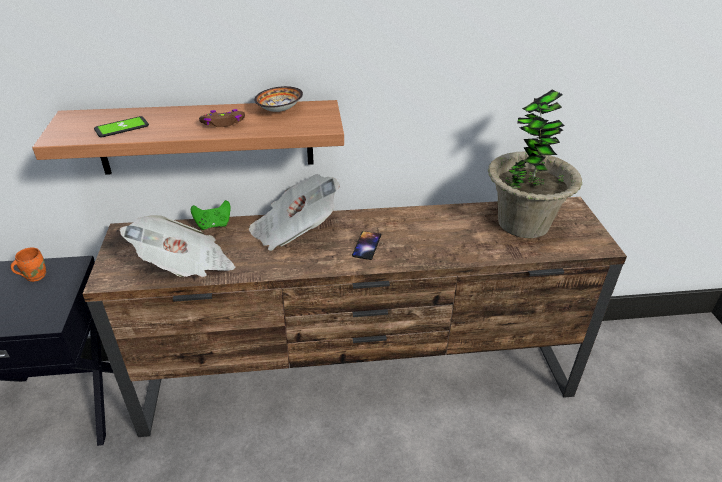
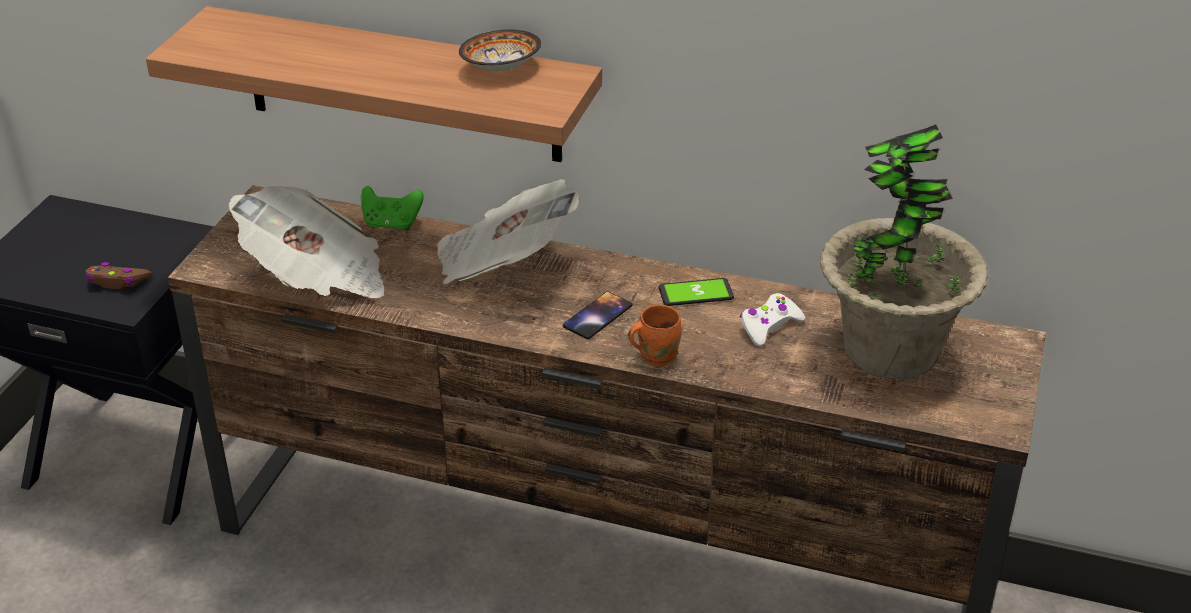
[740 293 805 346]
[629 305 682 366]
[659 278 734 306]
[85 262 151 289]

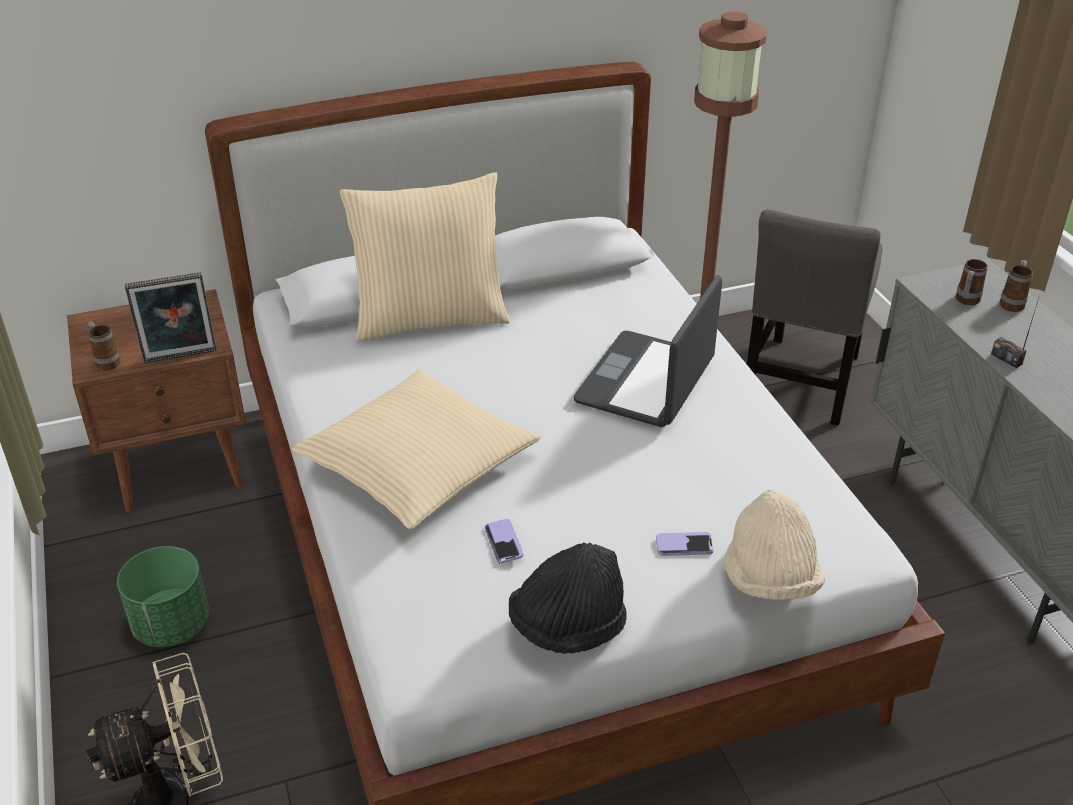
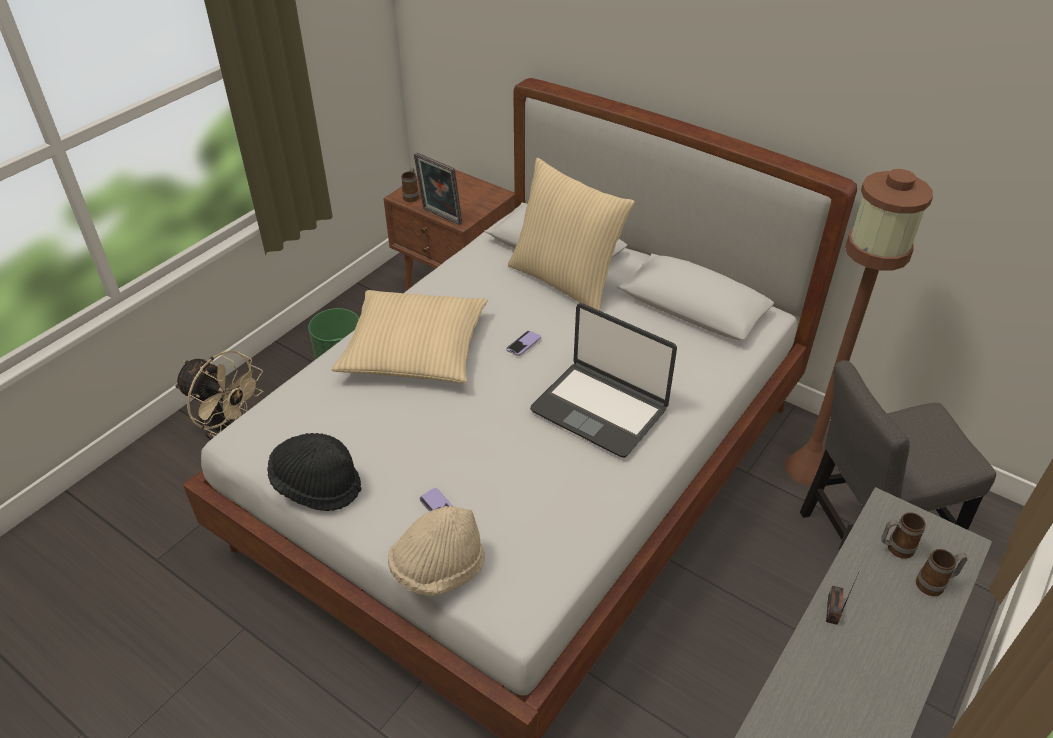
[506 331 541 356]
[530 303 677 458]

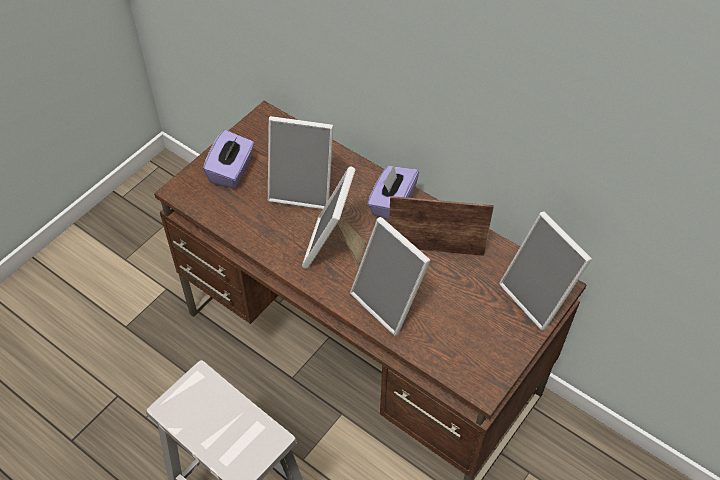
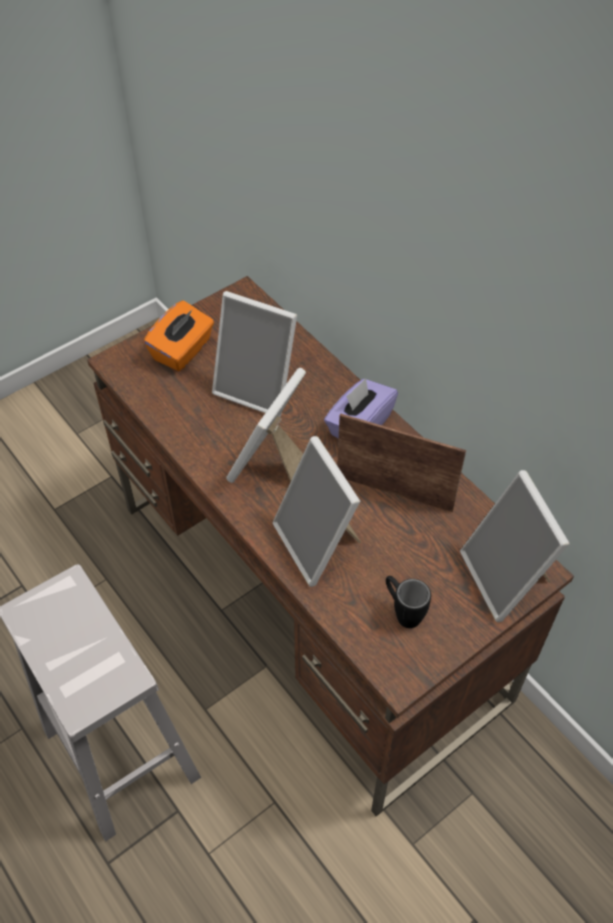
[386 576 431 628]
[144 300 214 371]

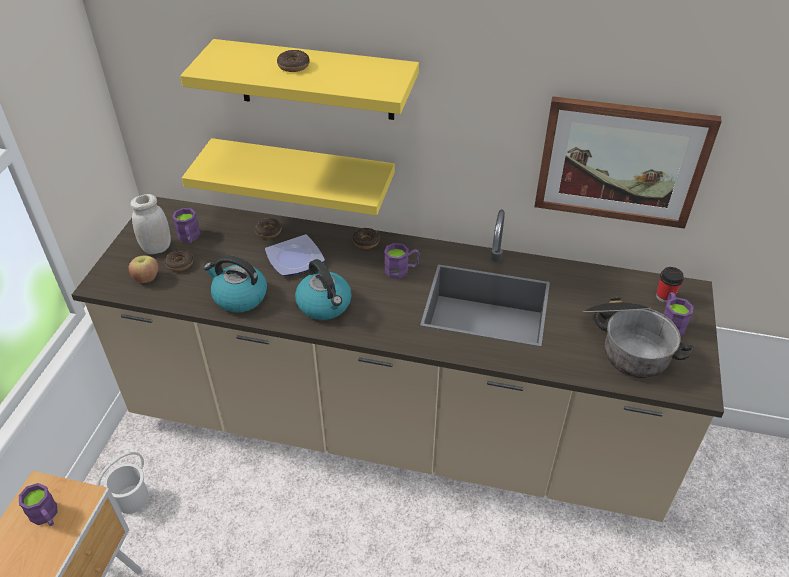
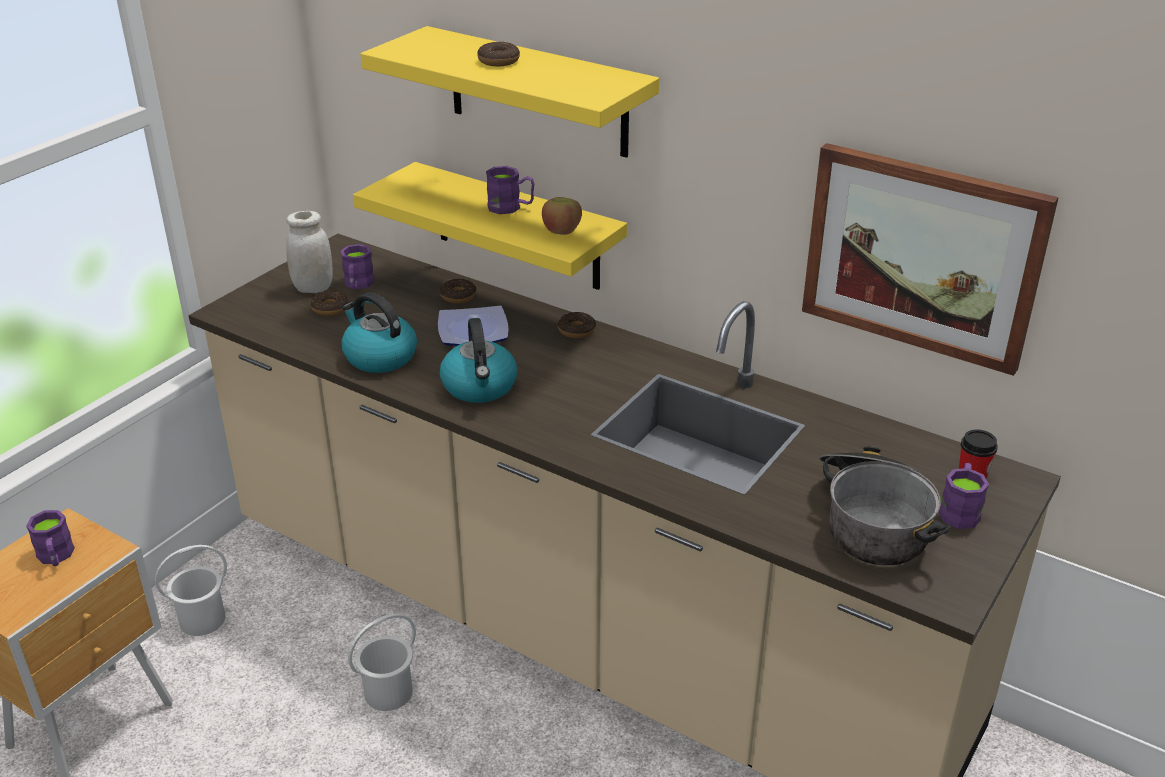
[348 614 416 711]
[542 197 582 235]
[486 166 534 214]

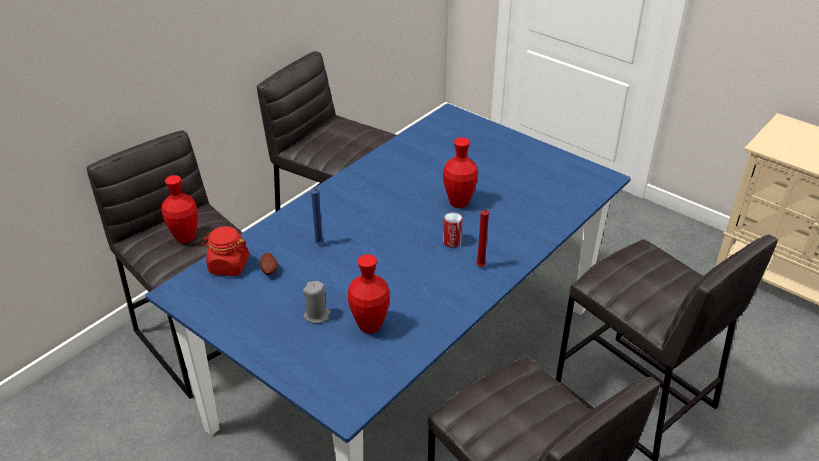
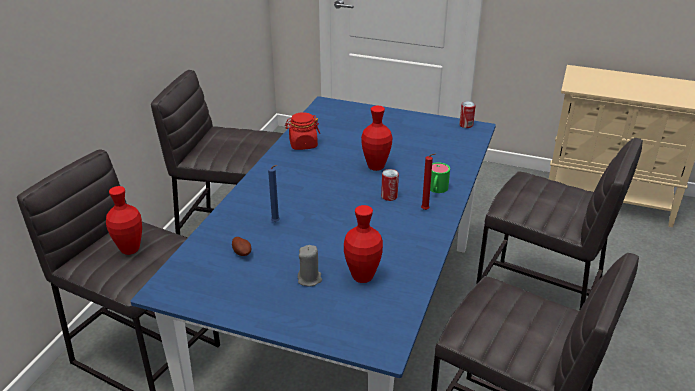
[430 162 450 193]
[459 101 476 128]
[285 112 320 150]

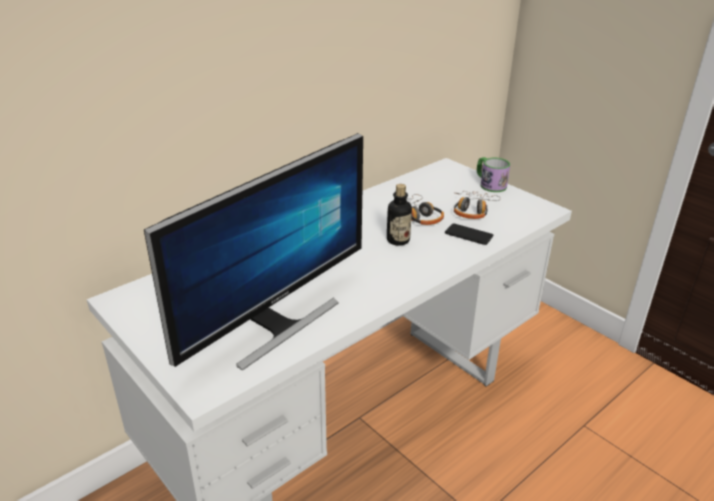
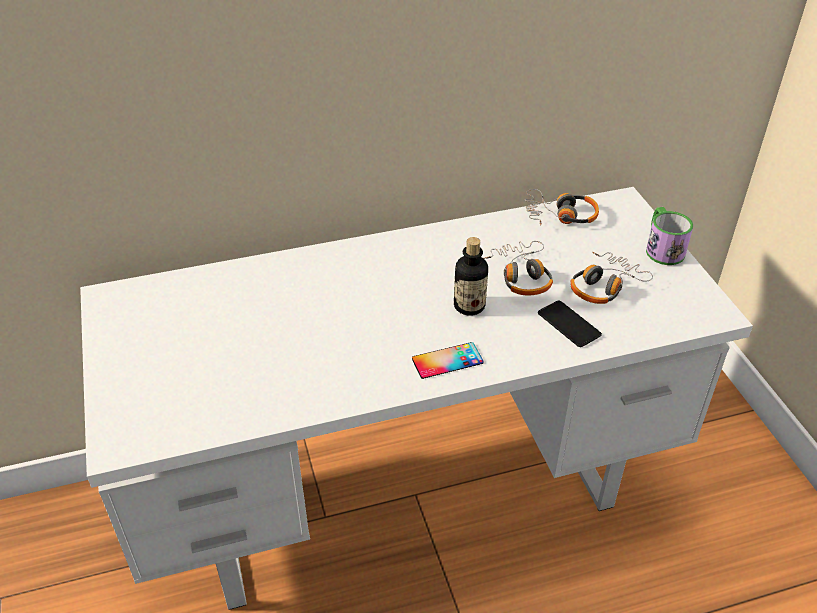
[144 133 363 371] (first image)
[412 342 484 379]
[524 189 599 226]

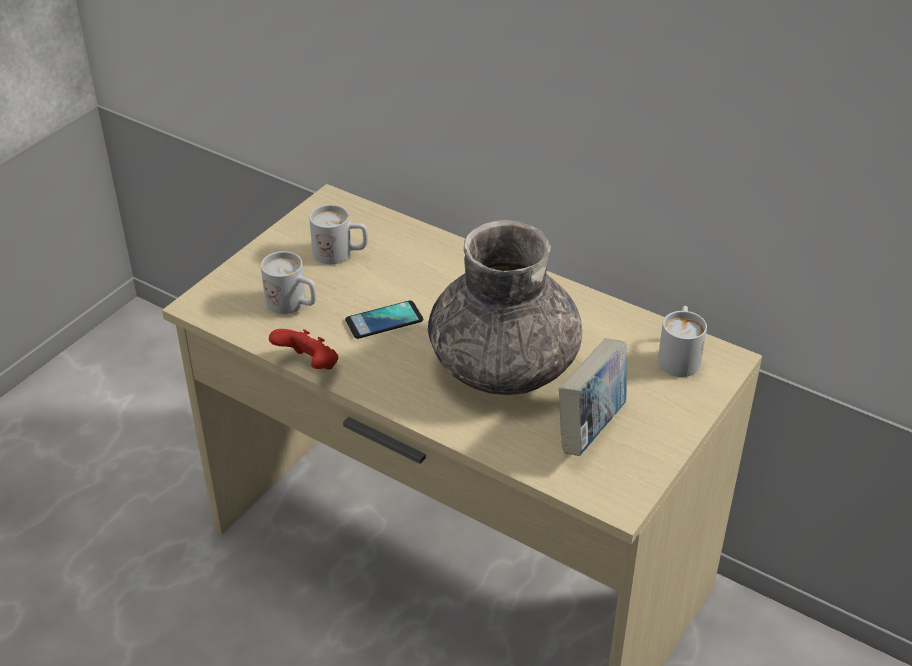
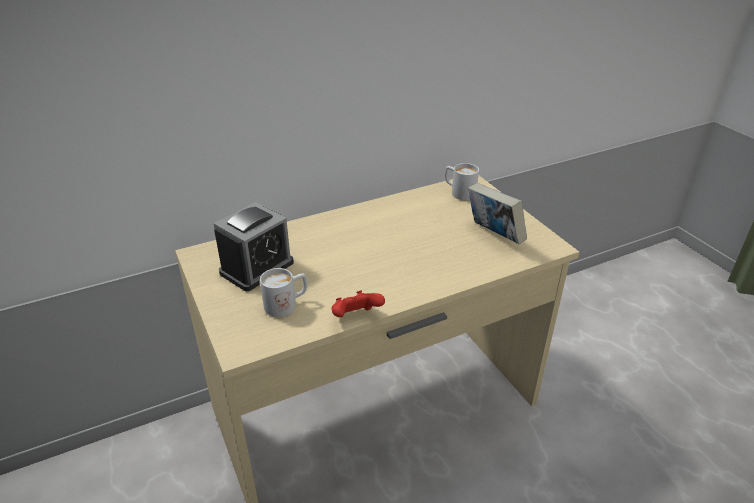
[345 301 423 339] (first image)
[428 220 582 395] (first image)
[214 202 294 291]

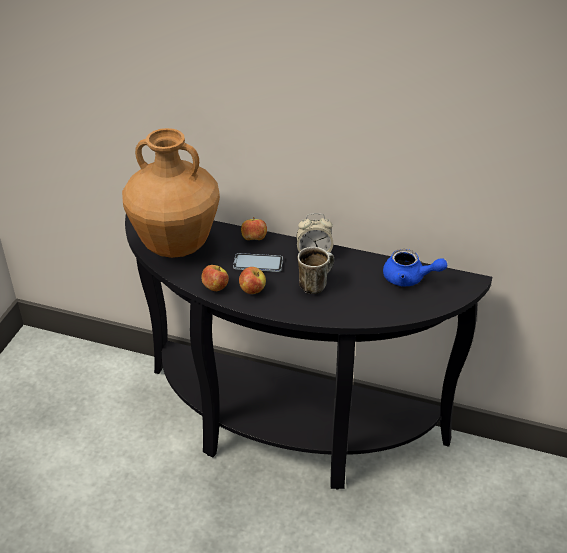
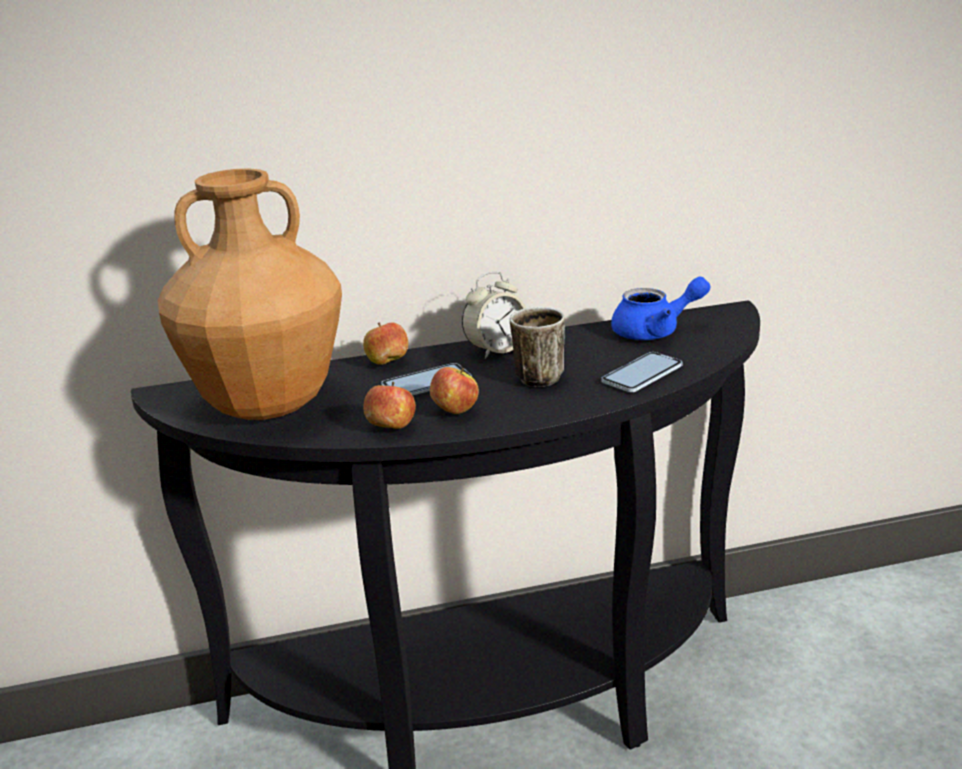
[601 352 683 392]

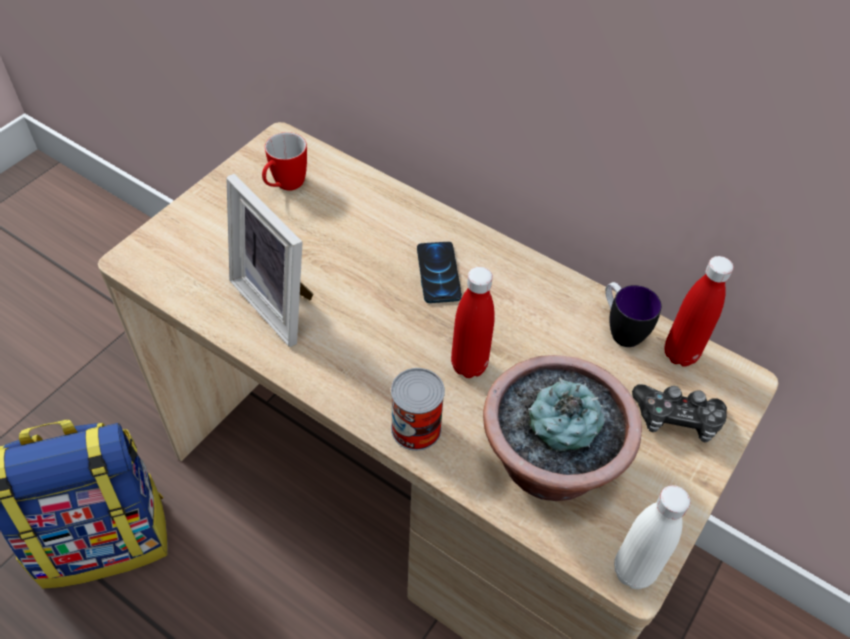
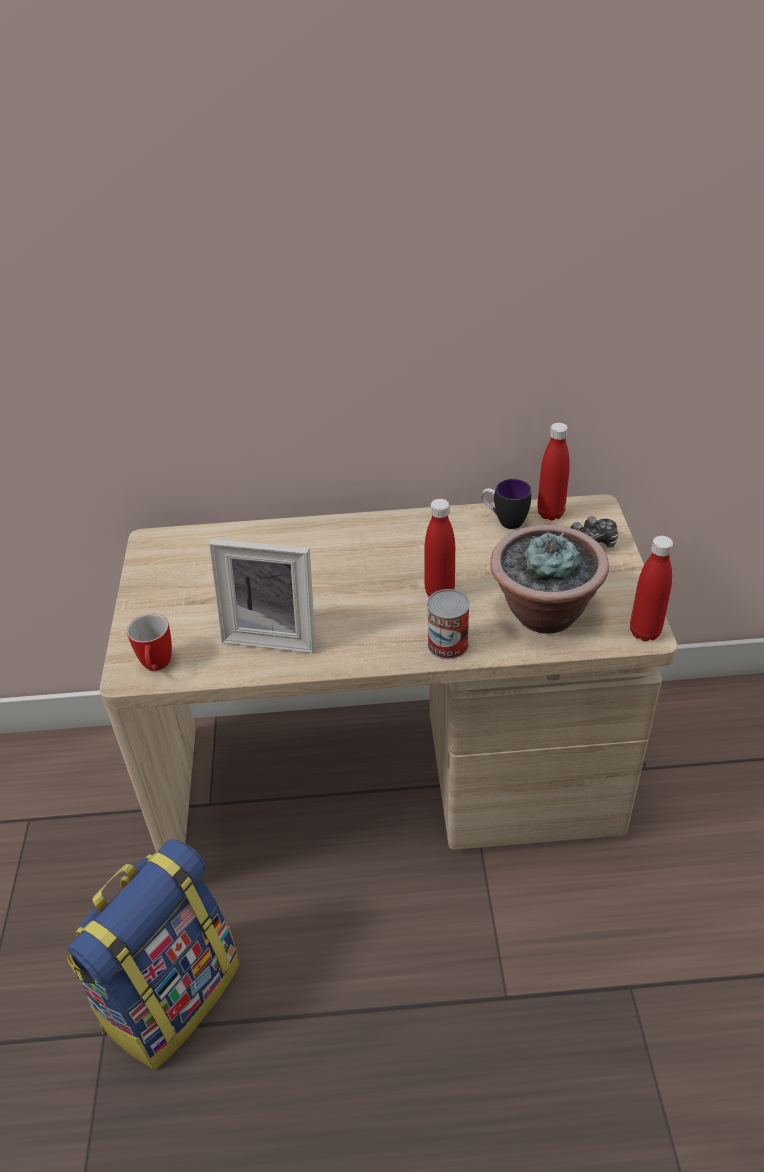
[417 242 462 303] (first image)
[127 613 172 671]
[630 536 673 641]

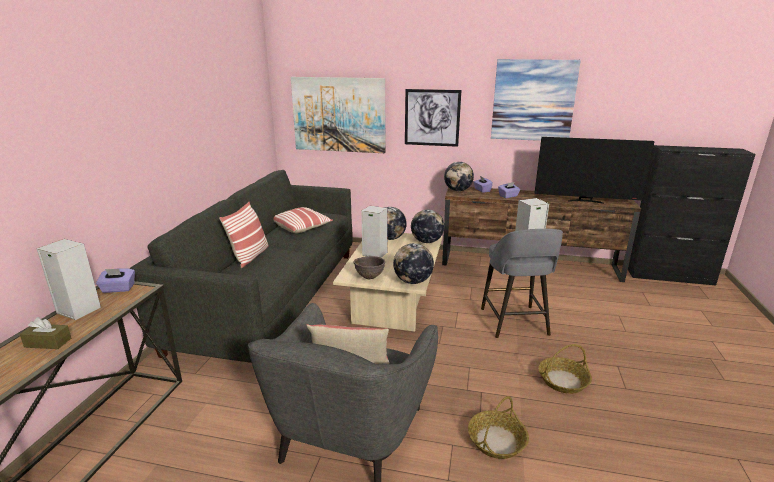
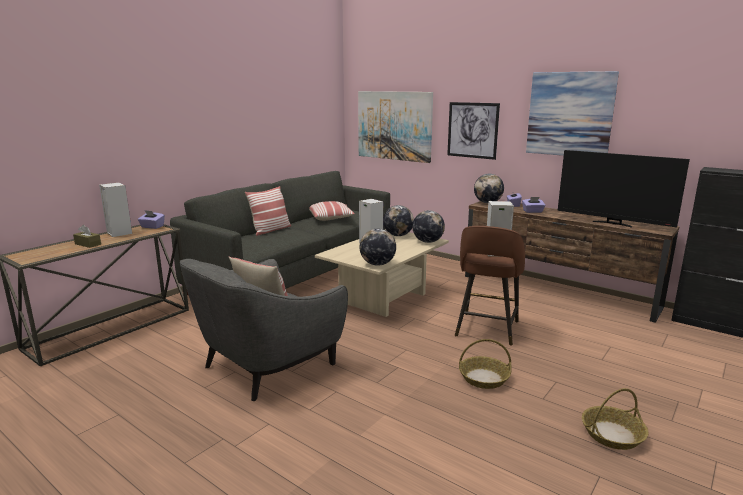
[353 256 385 279] (first image)
[582 388 649 450]
[455 226 525 346]

